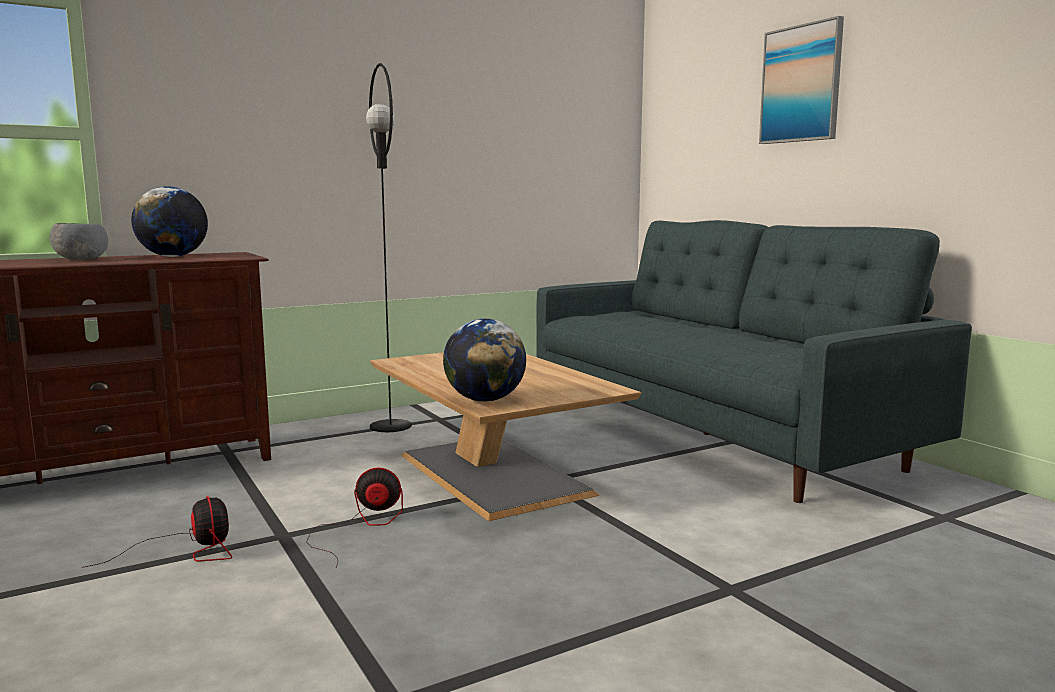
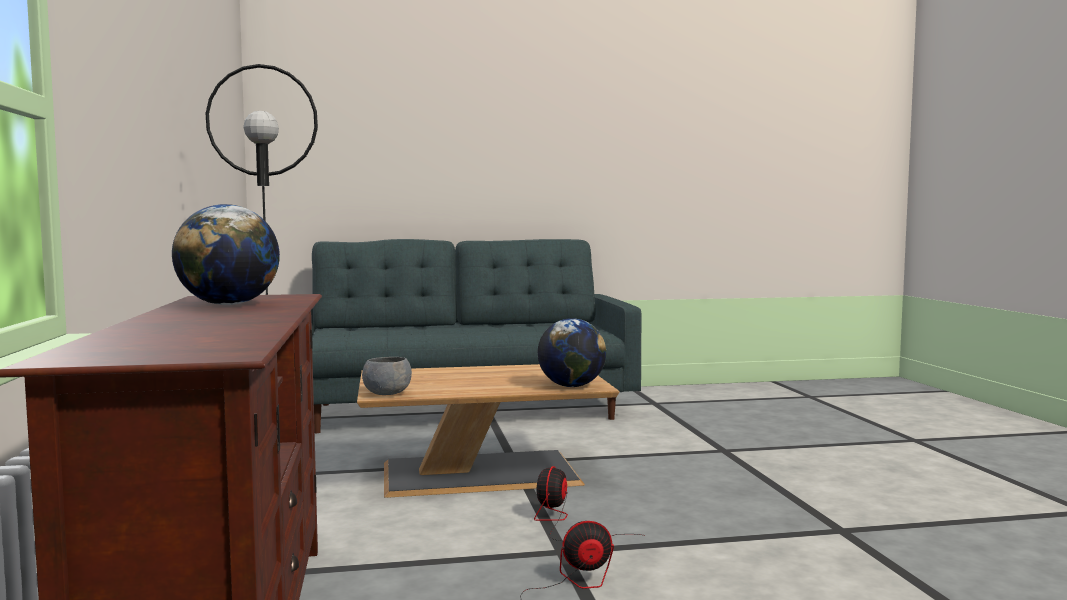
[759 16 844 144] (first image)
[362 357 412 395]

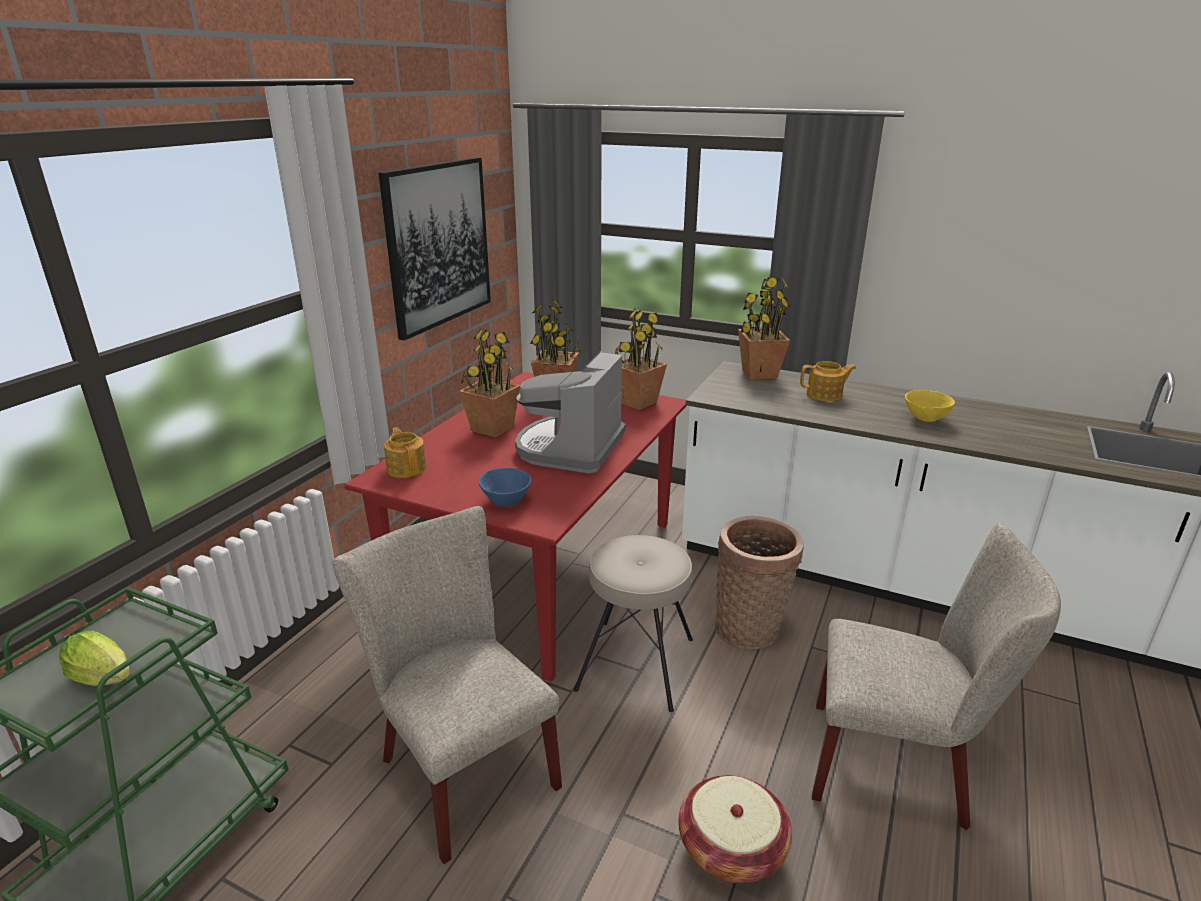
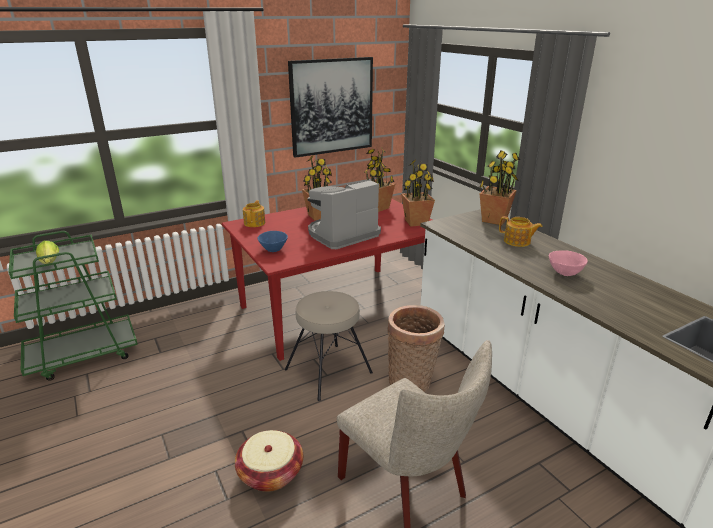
[332 506 562 864] (first image)
[549 250 588 276]

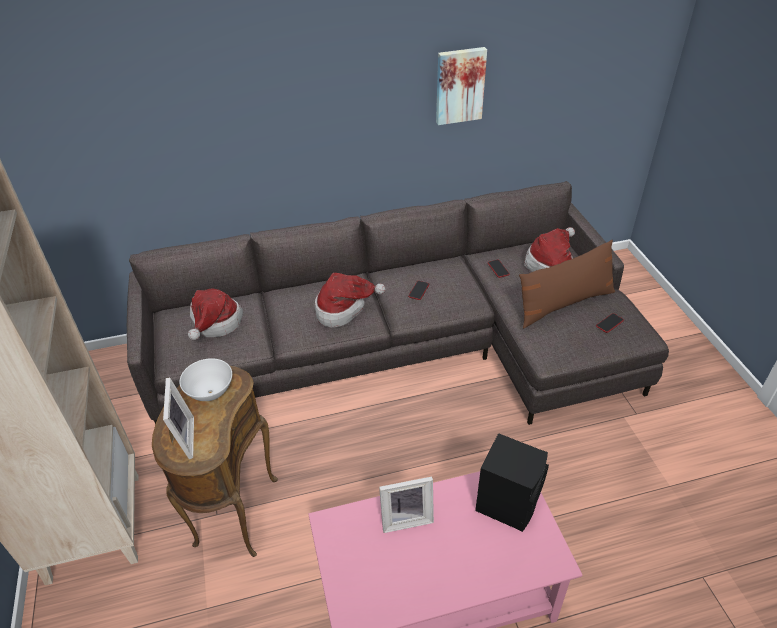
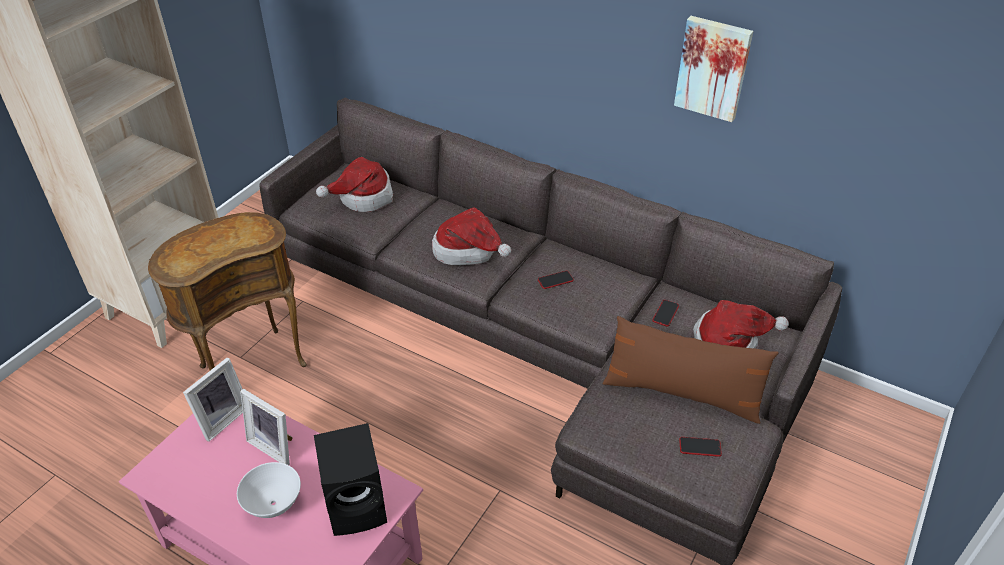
[183 357 243 442]
[237 462 301 518]

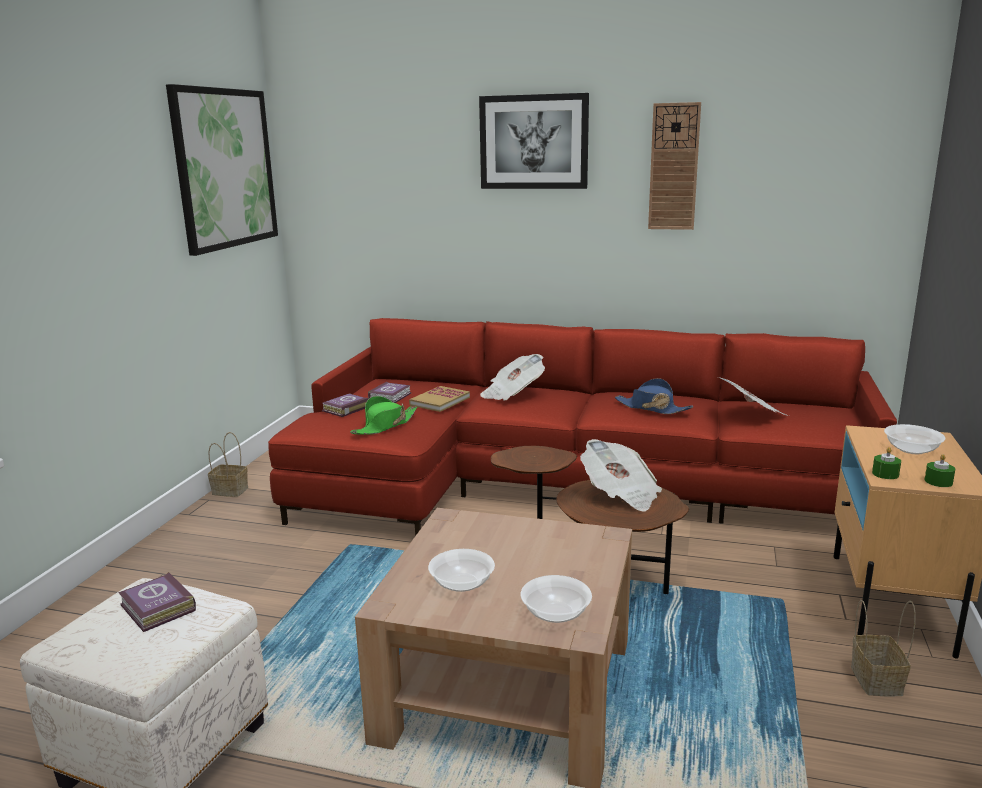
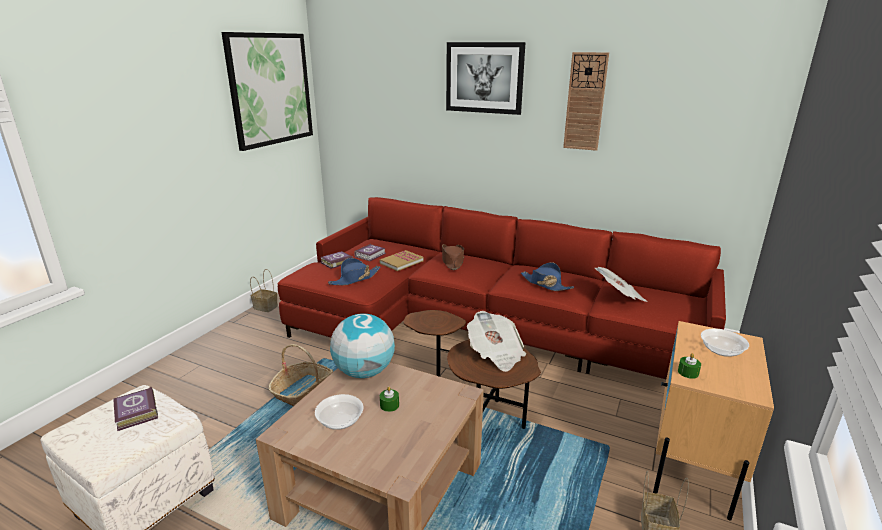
[521 575 592 623] (first image)
[268 344 333 406]
[330 313 395 378]
[380 386 399 412]
[442 244 464 270]
[328 258 380 285]

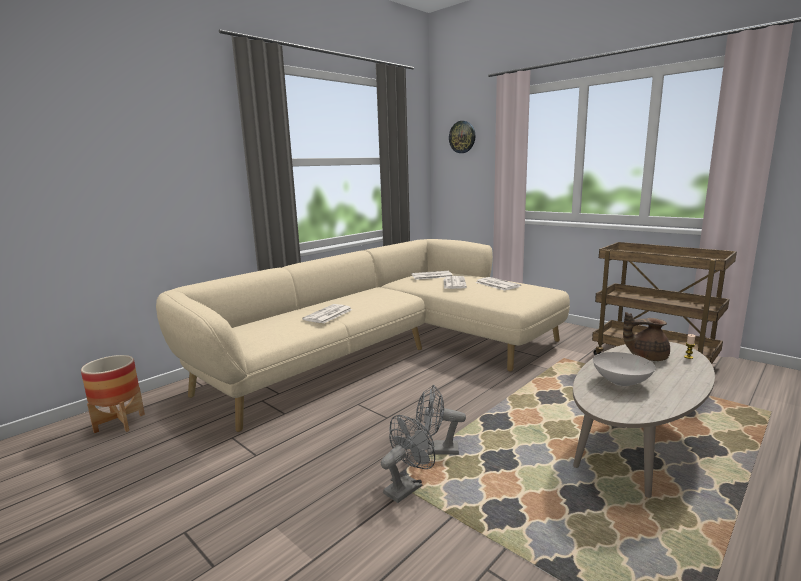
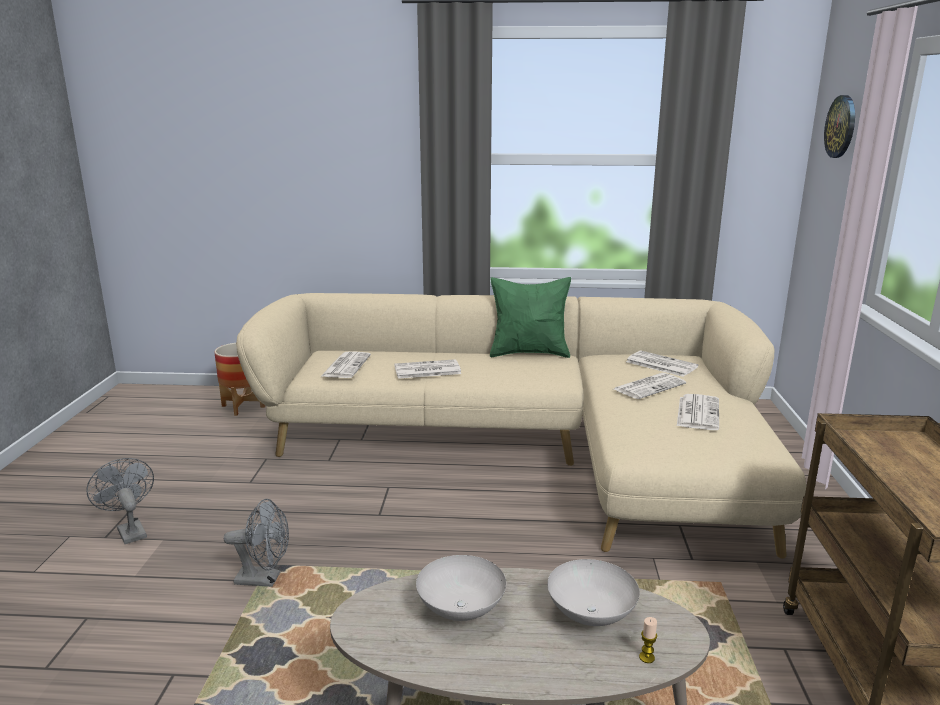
[320 352 371 378]
[490 277 571 358]
[87 458 154 544]
[547 559 640 626]

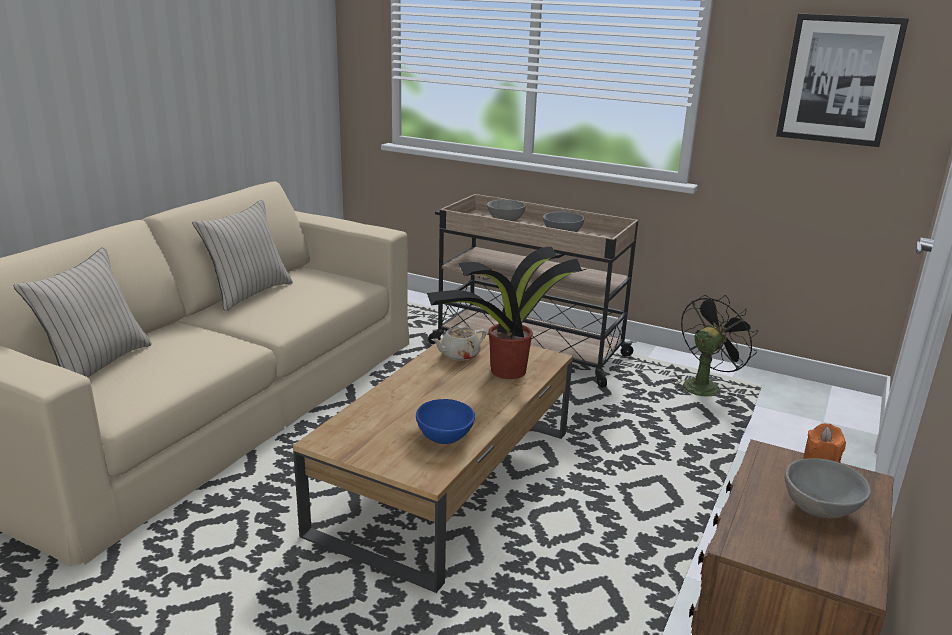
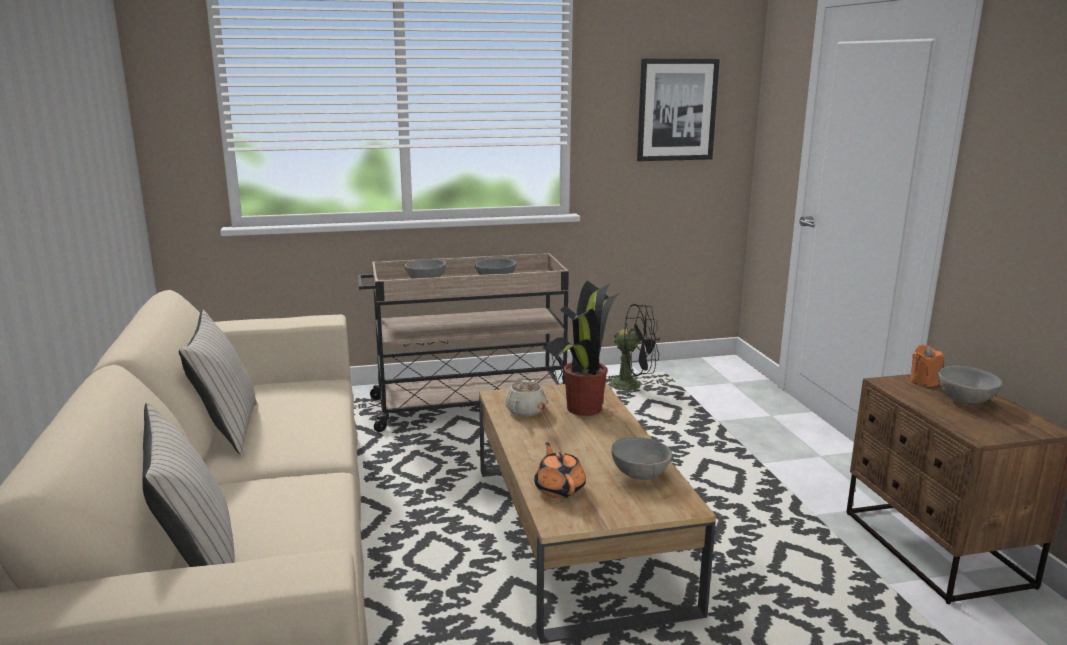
[534 442 586 498]
[611 437 672 480]
[606 304 660 396]

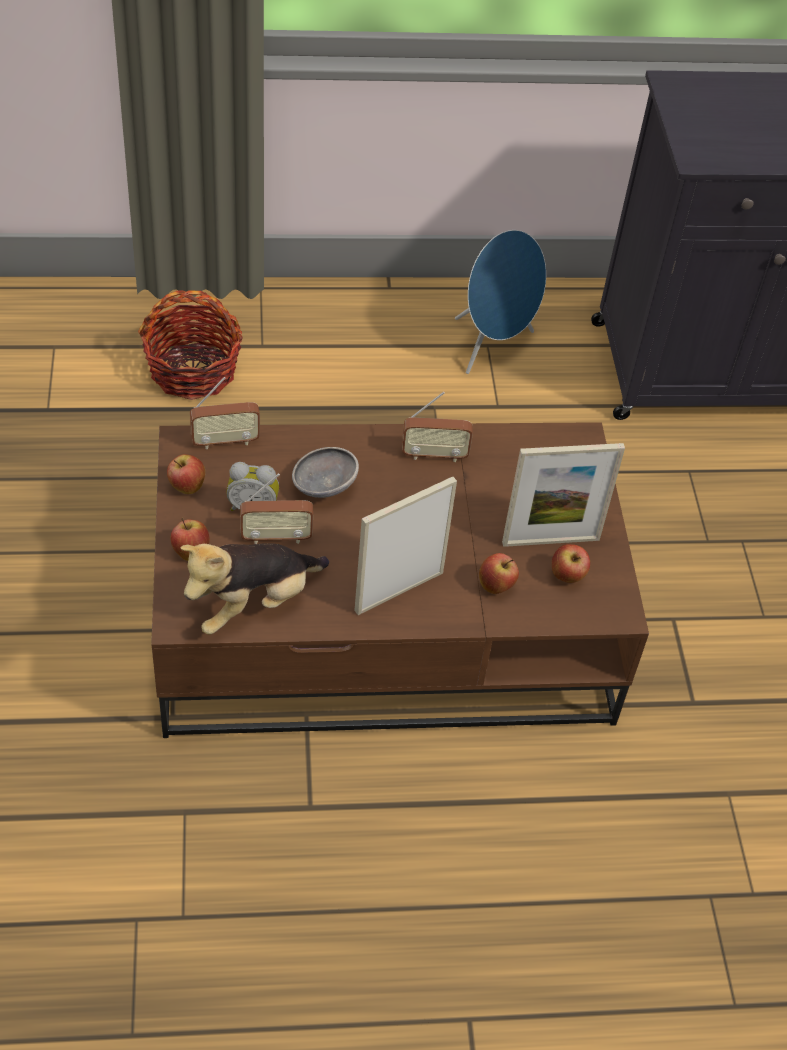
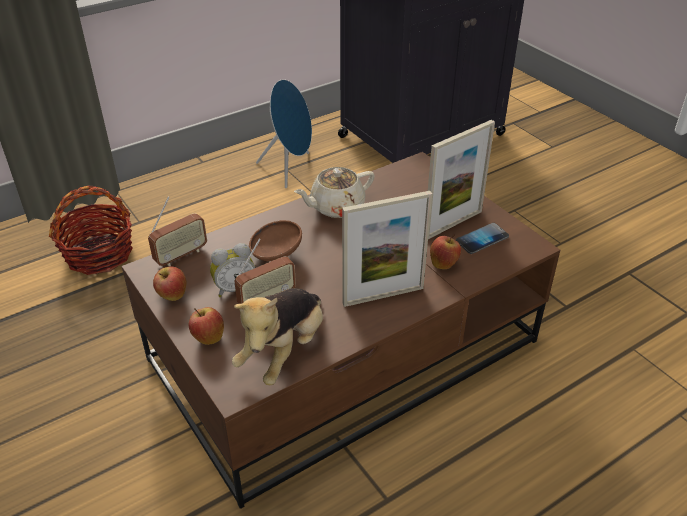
[294 167 375 218]
[456 223 509 254]
[249 220 302 261]
[342 191 432 307]

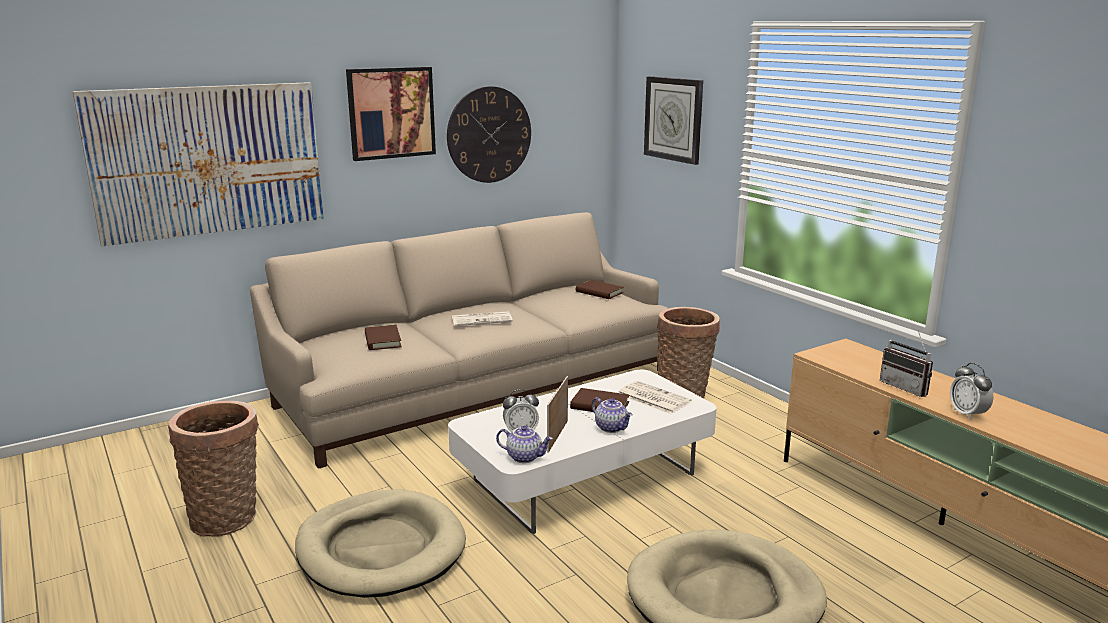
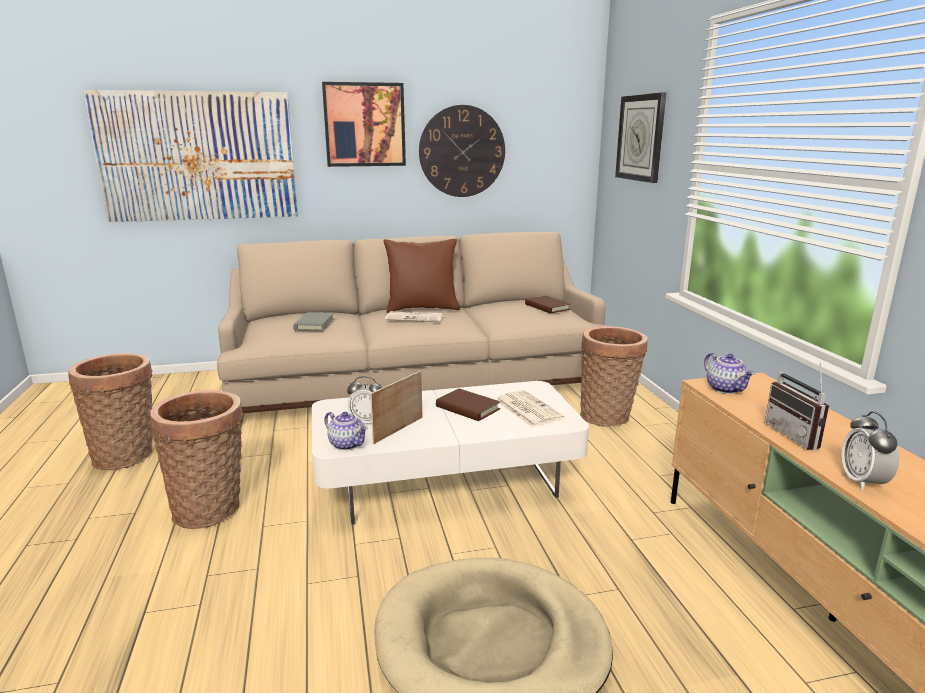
[383 239 460 313]
[704 353 755 394]
[150 390 244 529]
[293 312 334 331]

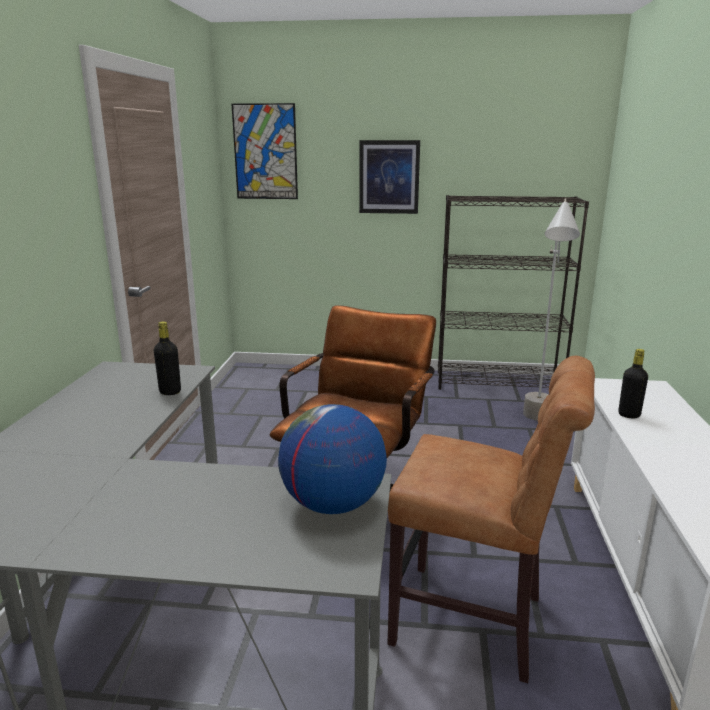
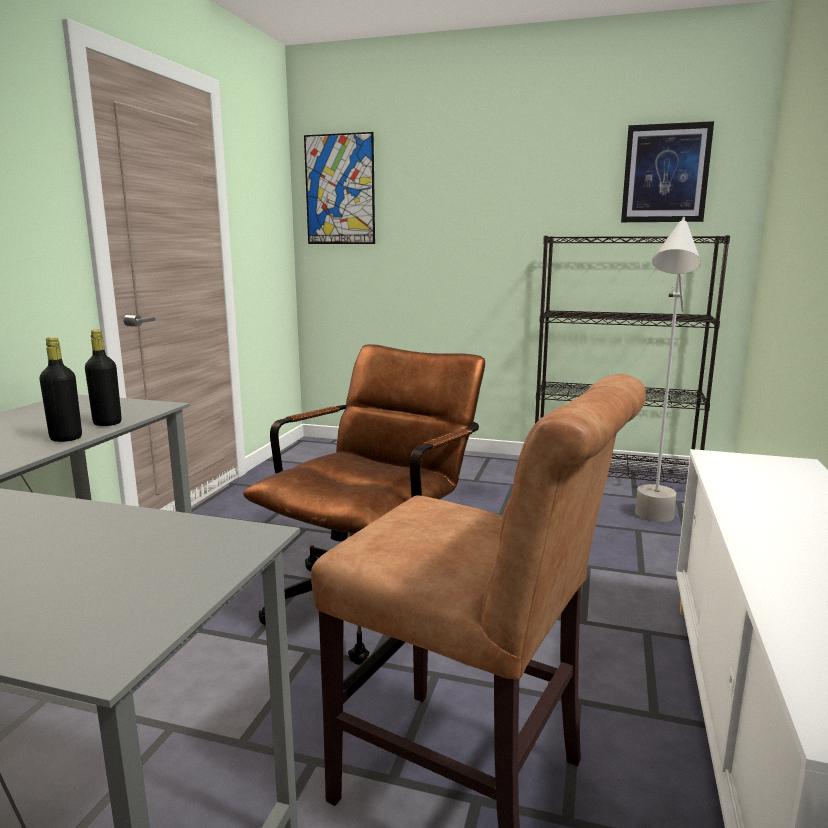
[278 404 387 514] (first image)
[621 121 714 222]
[39 337 82 442]

